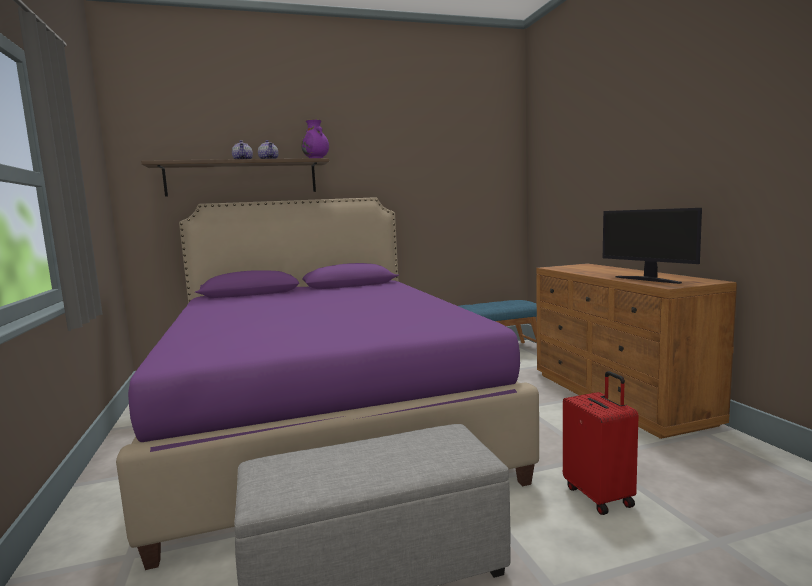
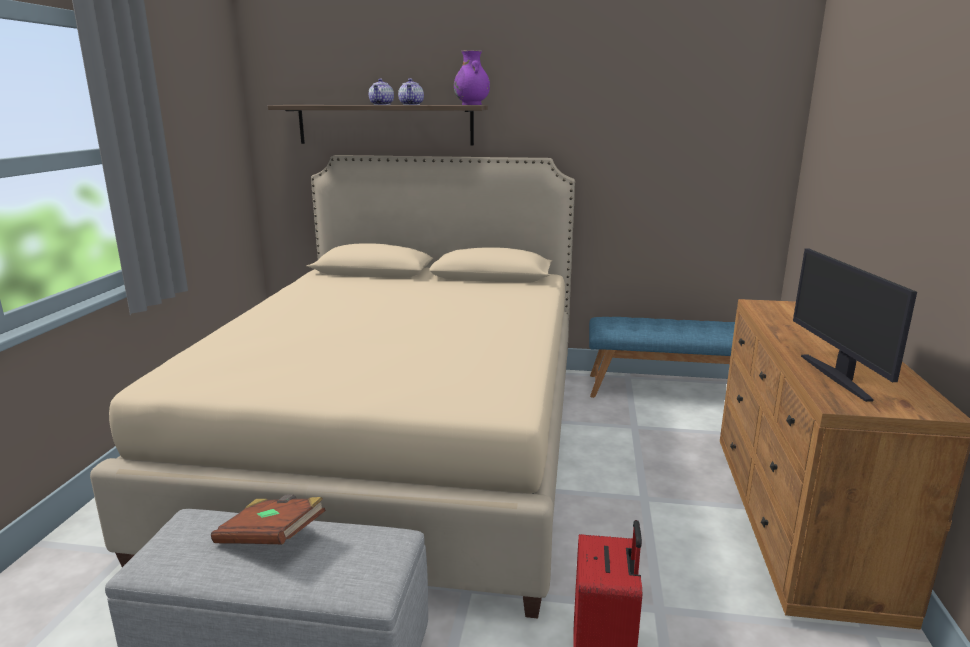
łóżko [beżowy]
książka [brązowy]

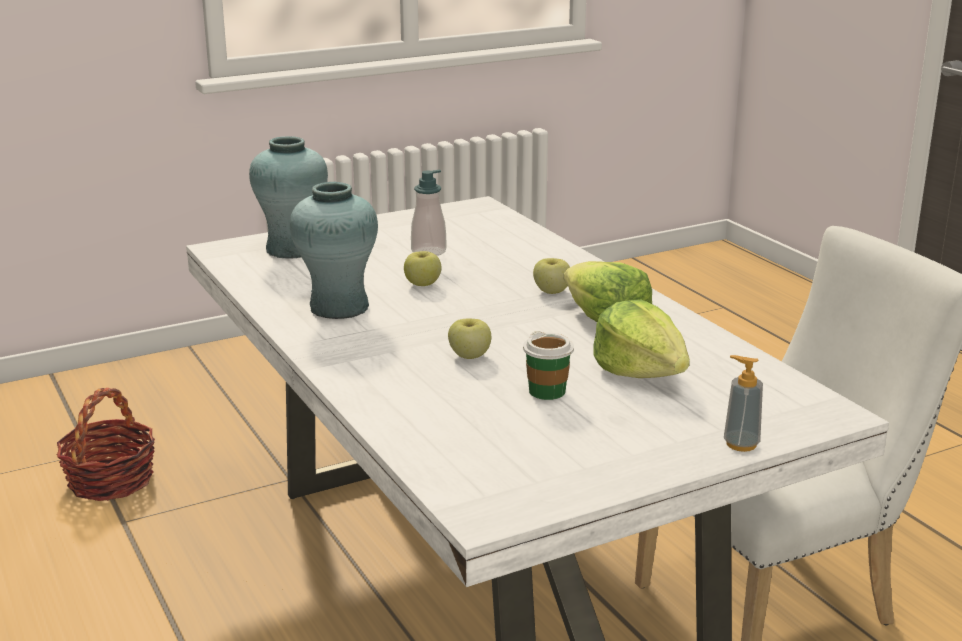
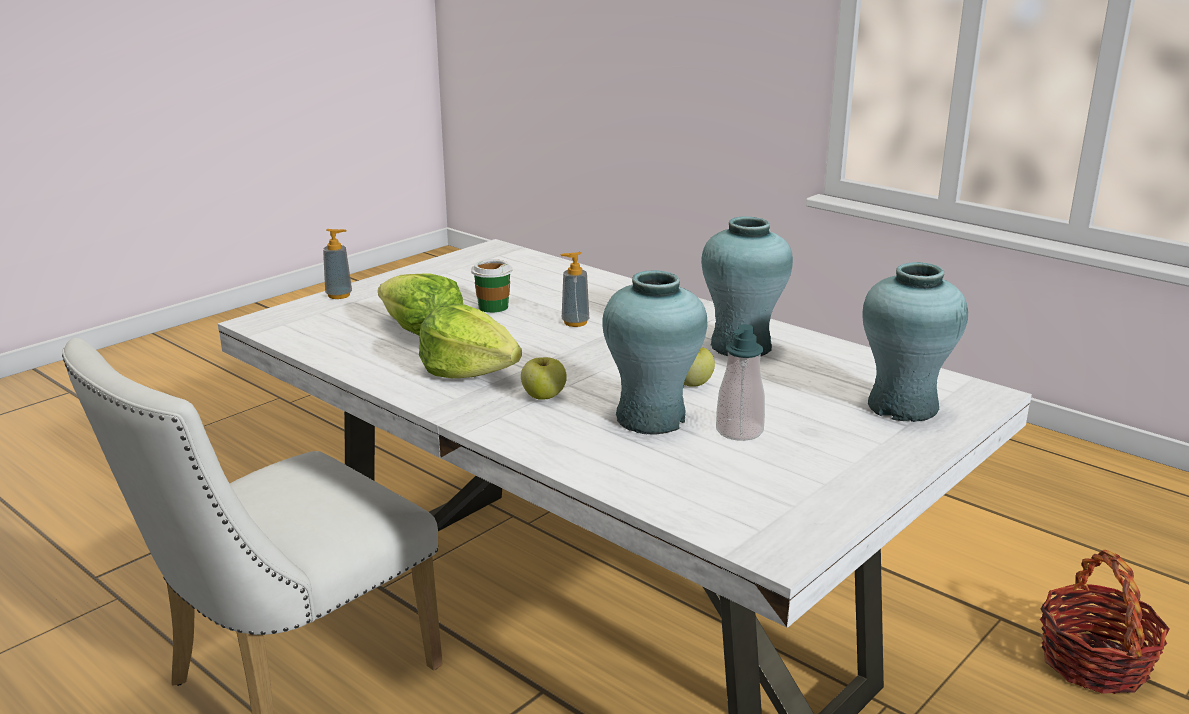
dozownik mydła (no. 2 from left)
wazon [turkusowy] (no. 1 from left)

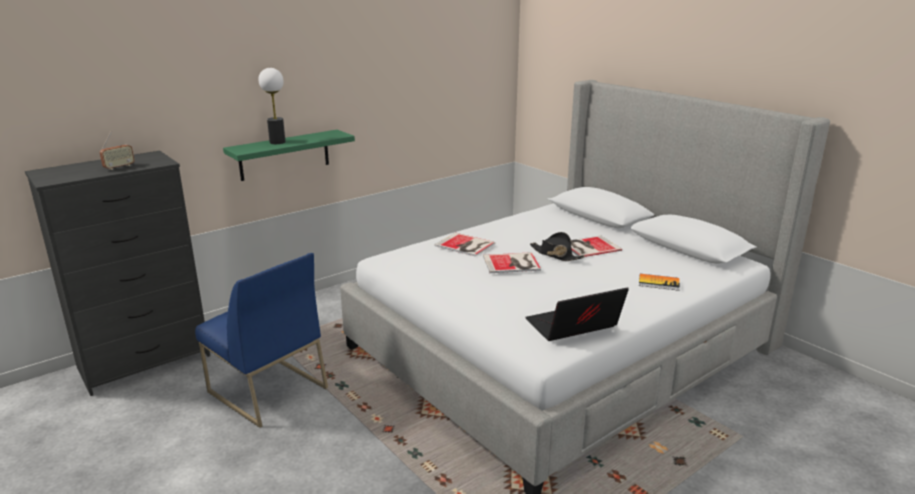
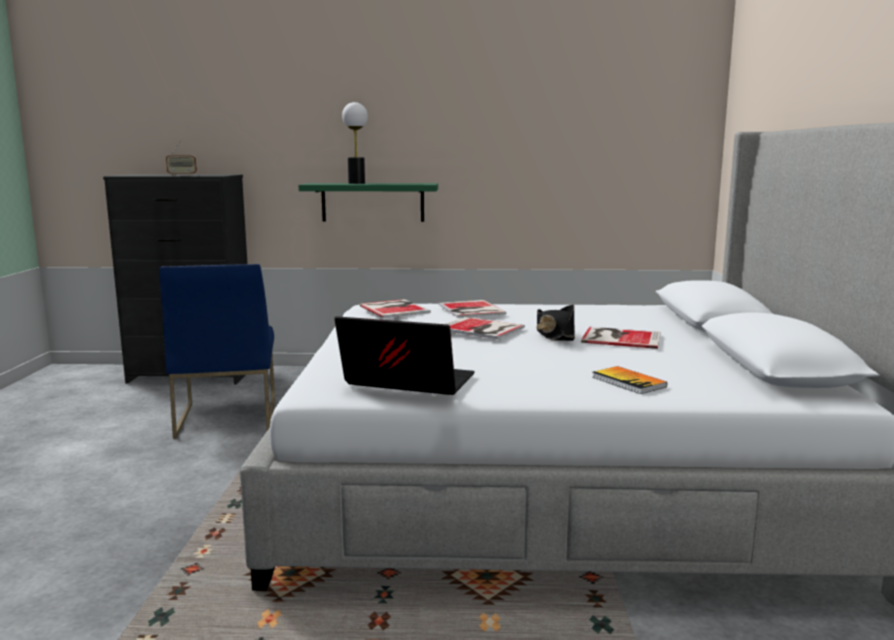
książka (no. 1 from left)

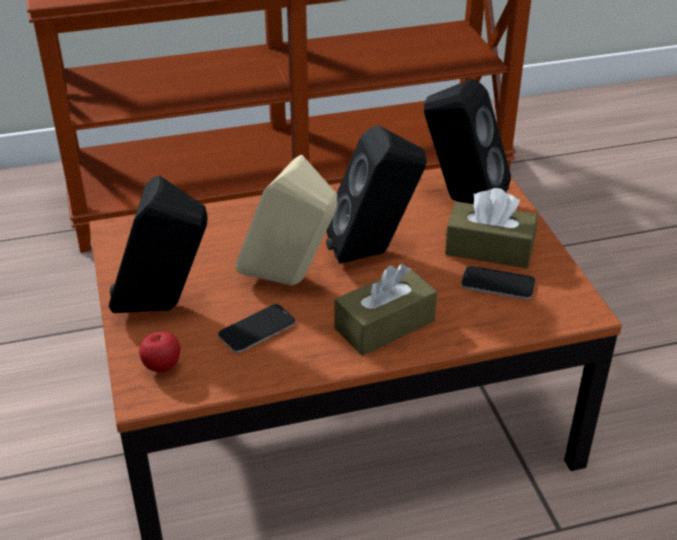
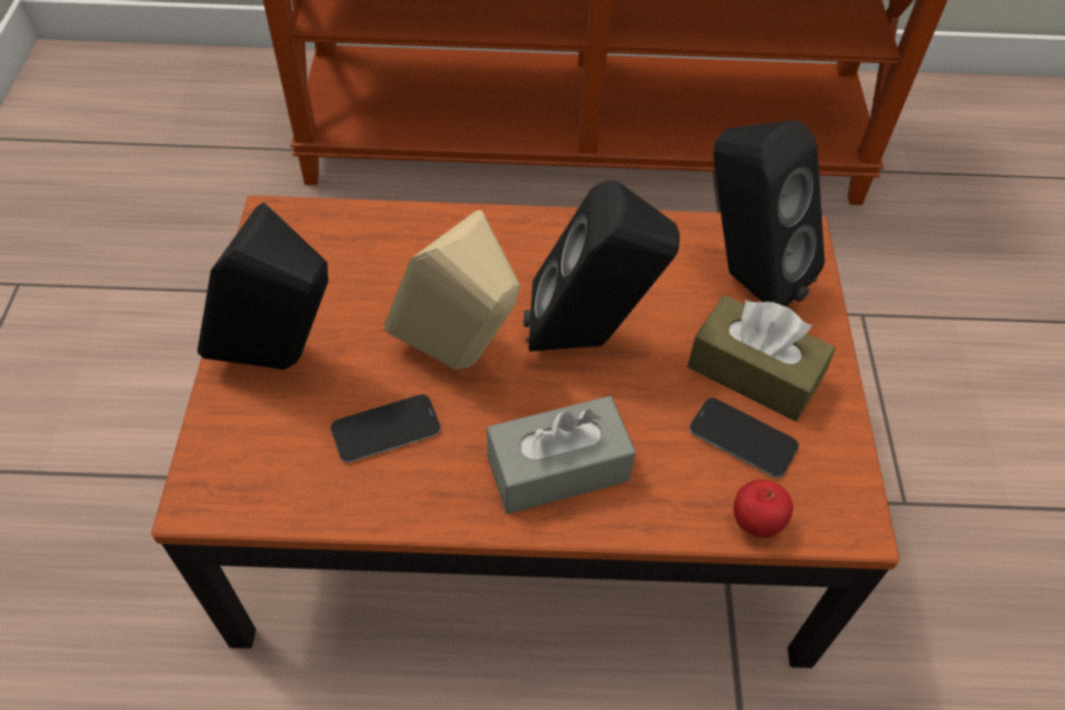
pudełko chusteczek [szary]
jabłko

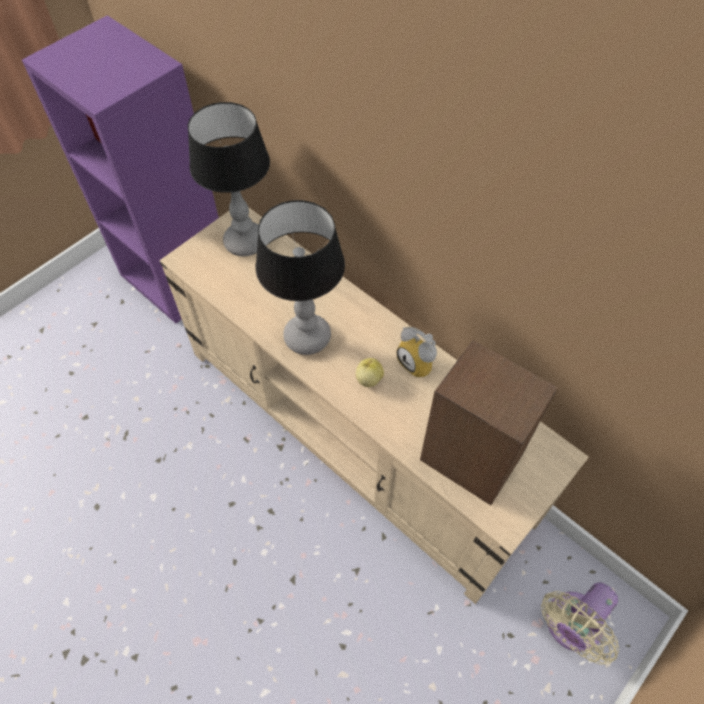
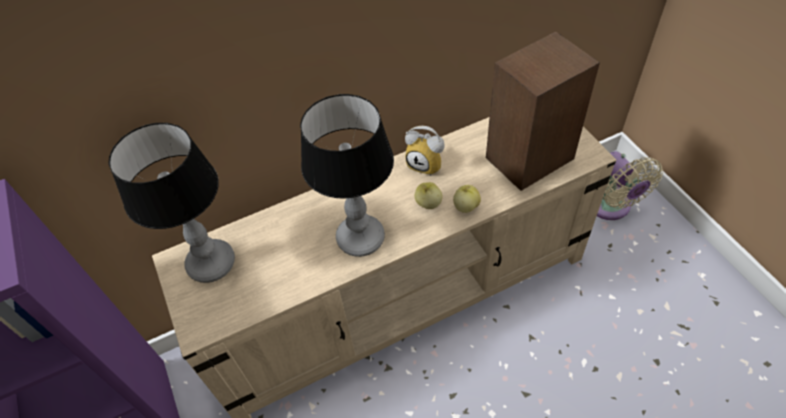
budzik
jabłko (no. 2 from left)

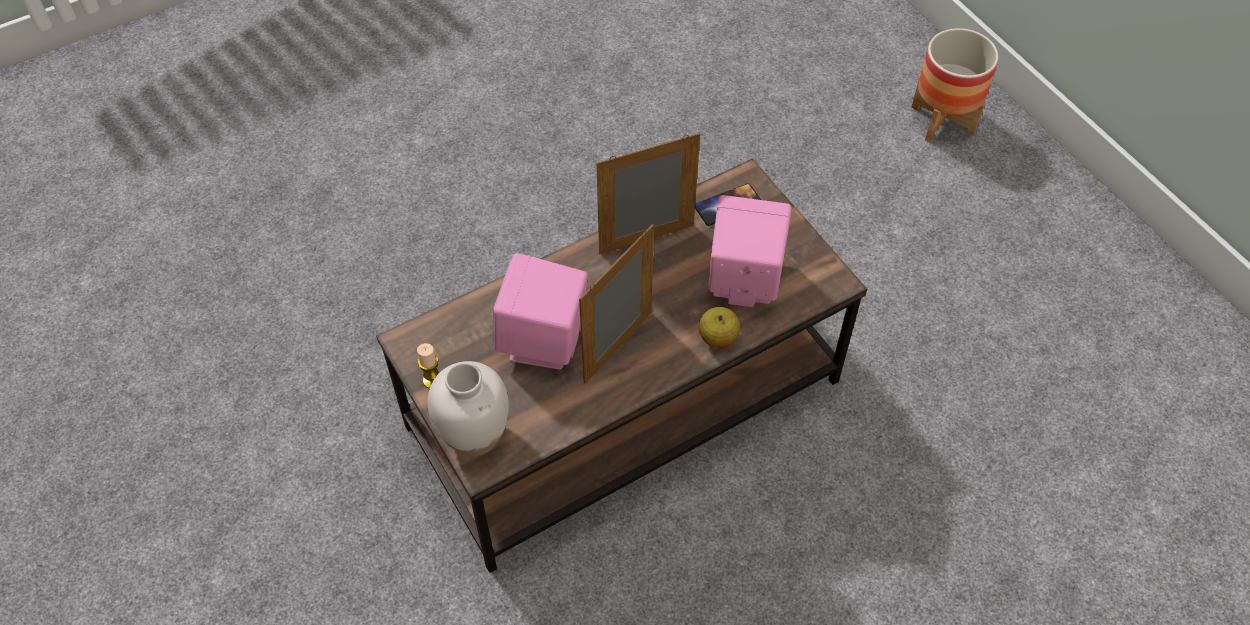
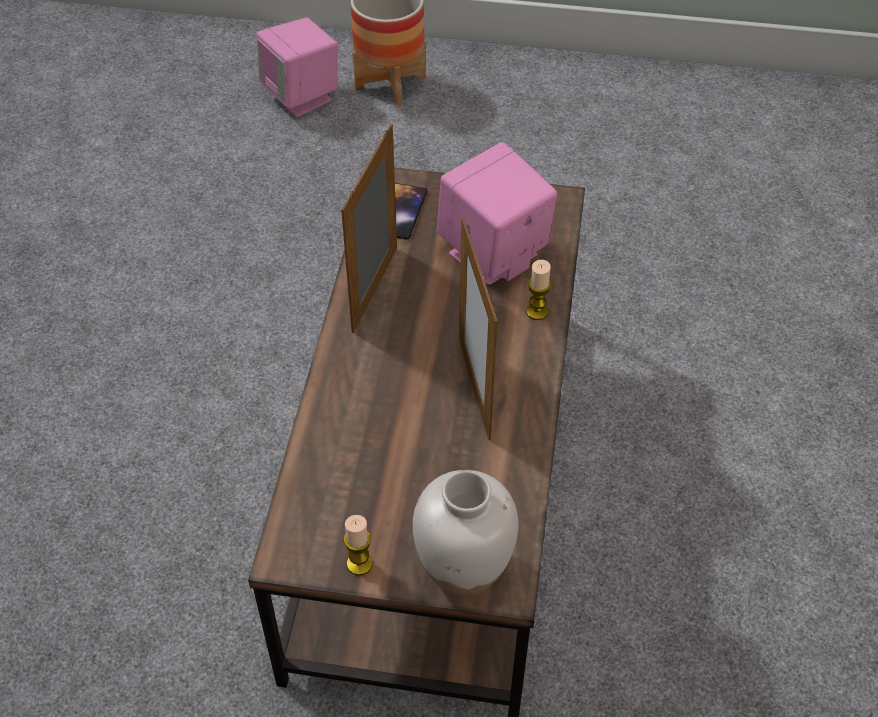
głośnik [różowy] (no. 1 from left)
świeca (no. 2 from left)

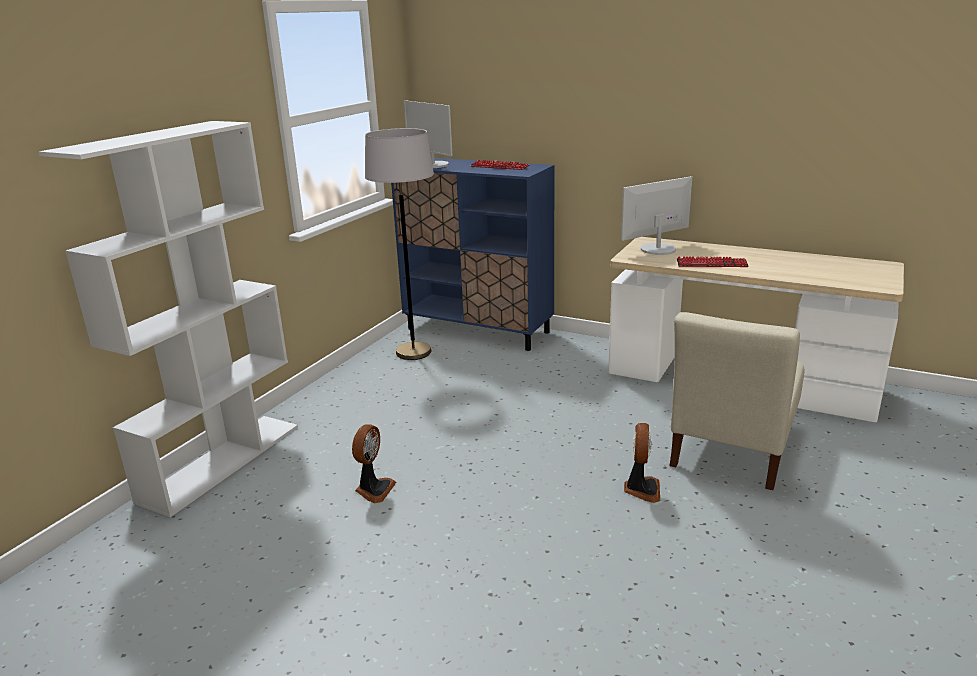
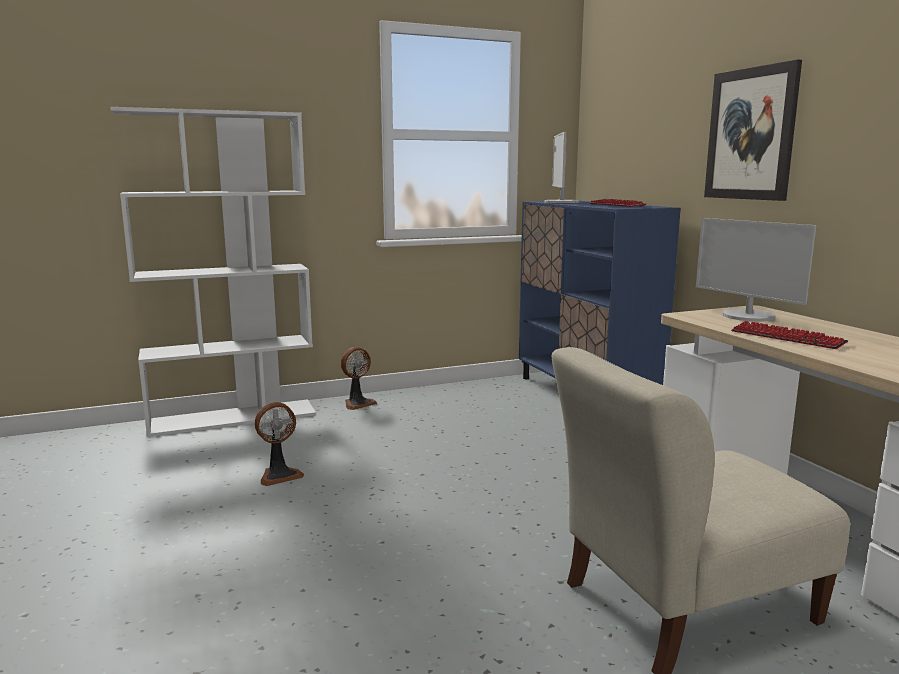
wentylator (no. 2 from left)
monitor (no. 2 from left)
obraz
lampa stojąca [szary]

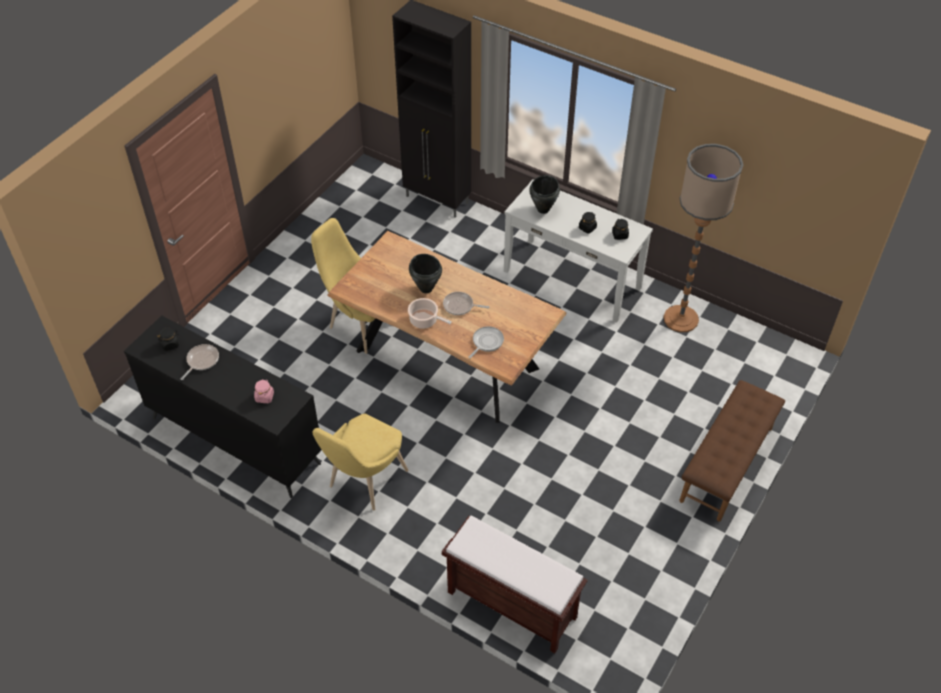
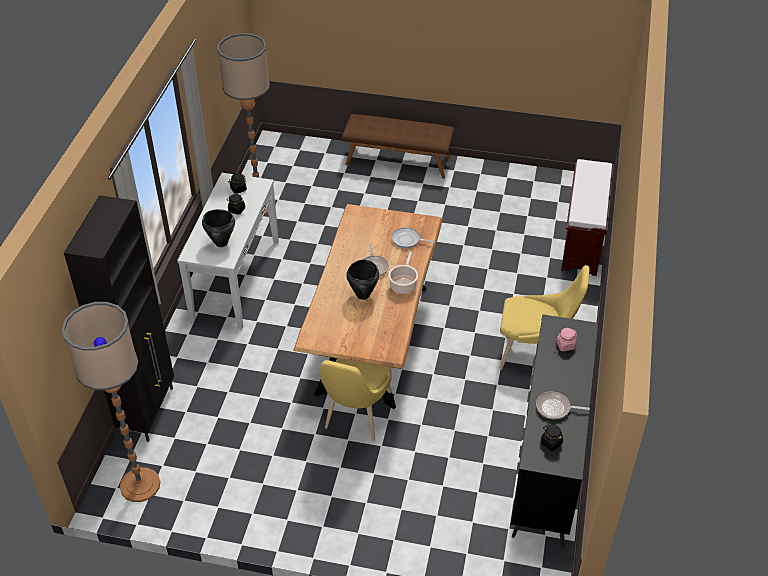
lampa stojąca (no. 1 from left)

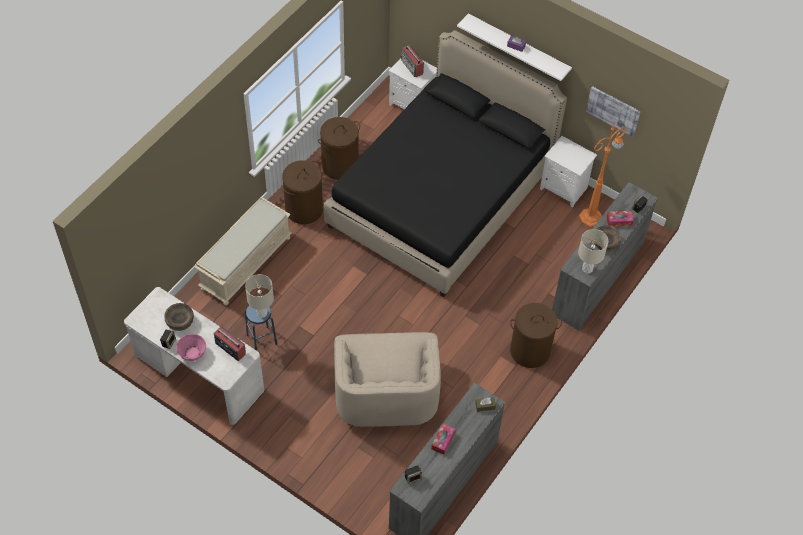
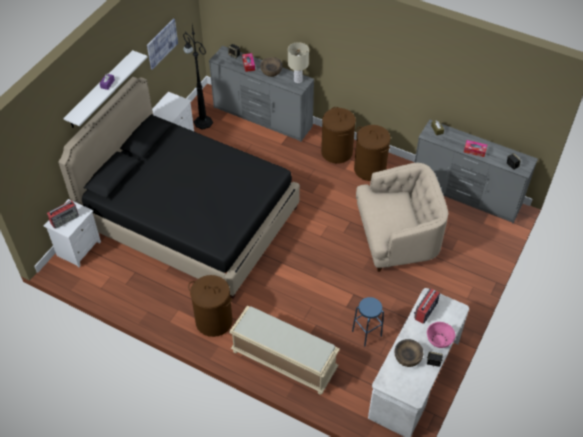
lampa stojąca [czarny]
kosz na pranie [brązowy] (no. 3 from left)
lampa stołowa [beżowy] (no. 1 from left in the first image)

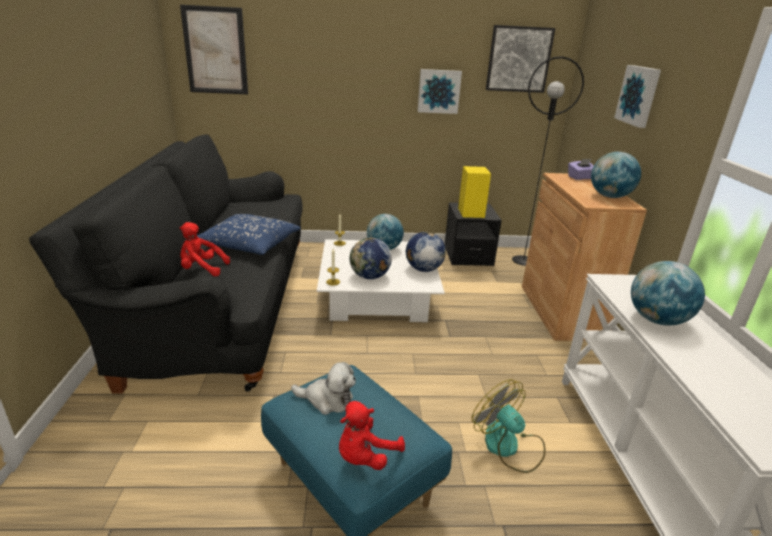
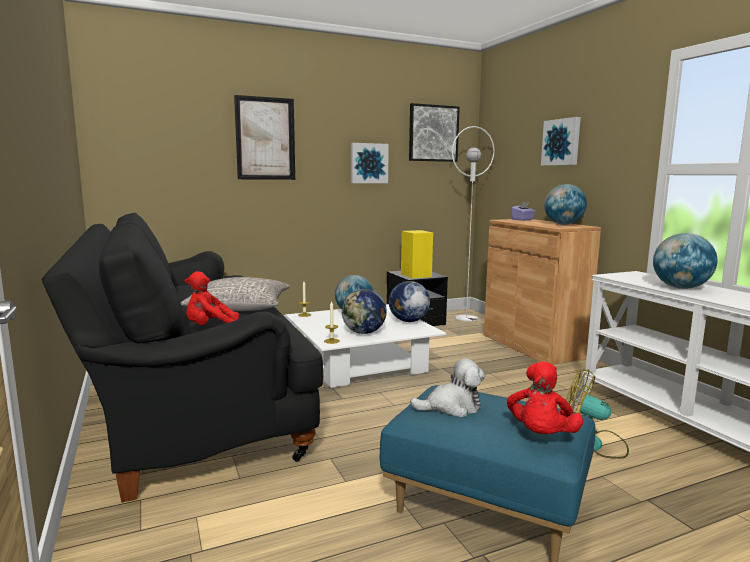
poduszka [szary]
obraz (no. 1 from left)
lampa stojąca [biały]

